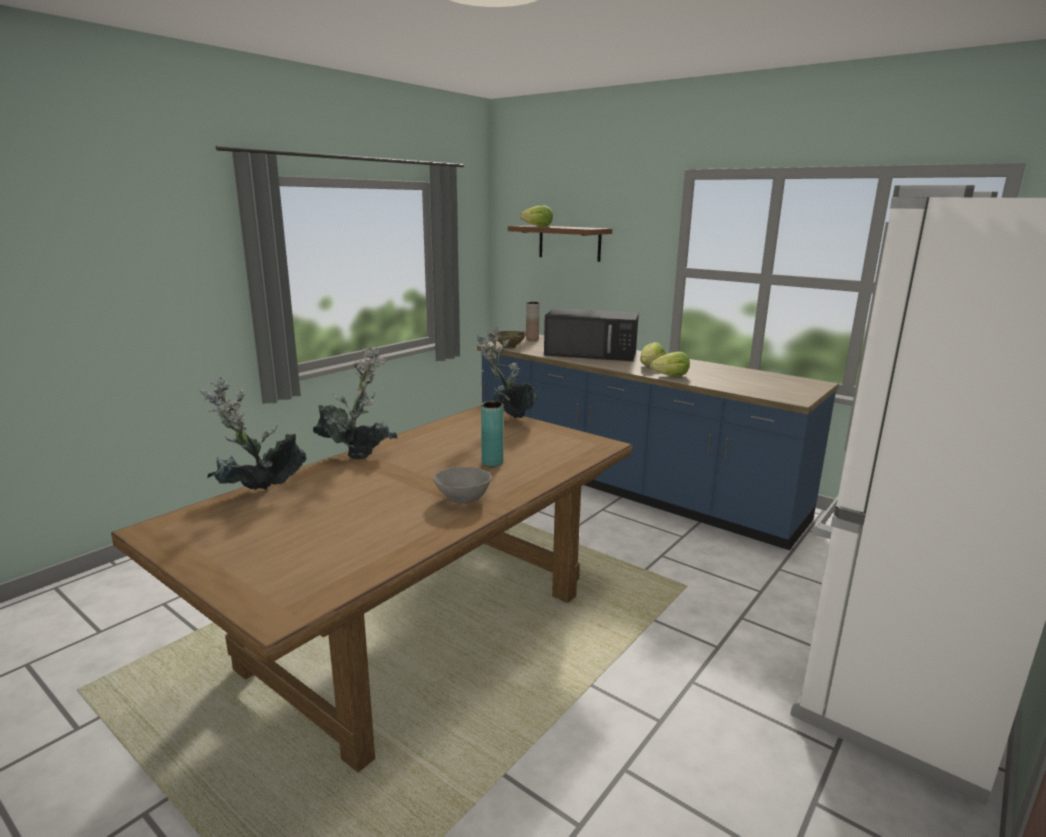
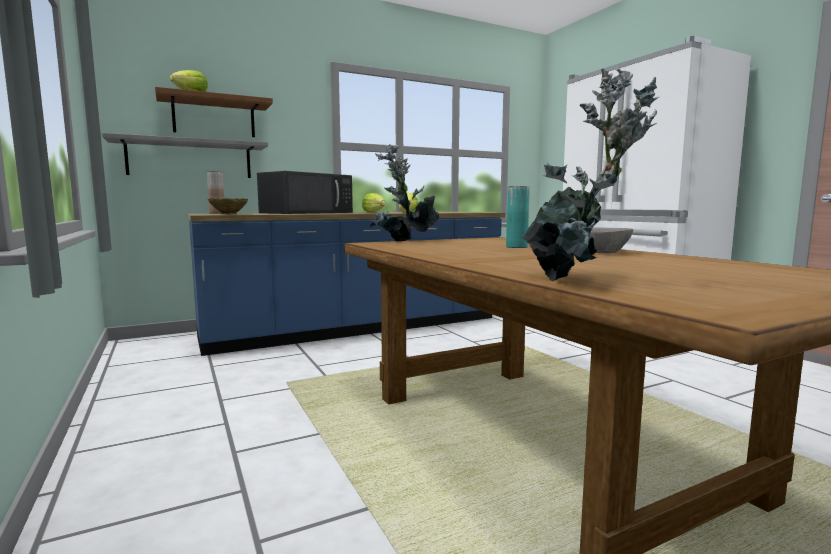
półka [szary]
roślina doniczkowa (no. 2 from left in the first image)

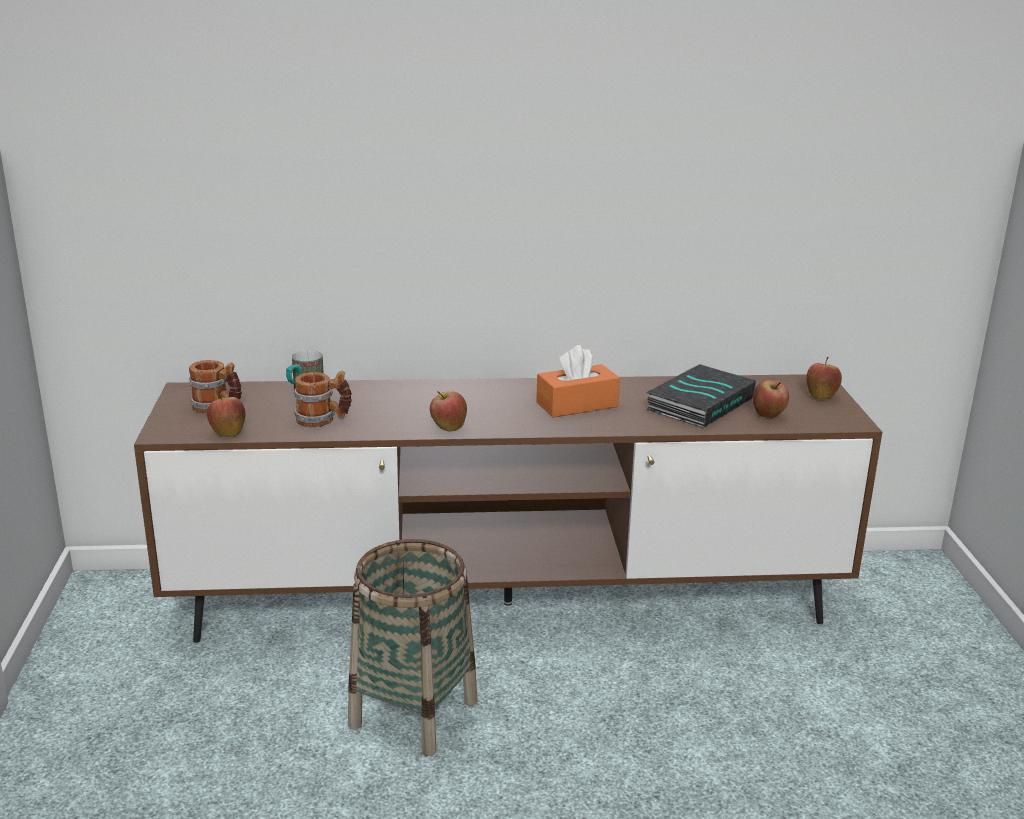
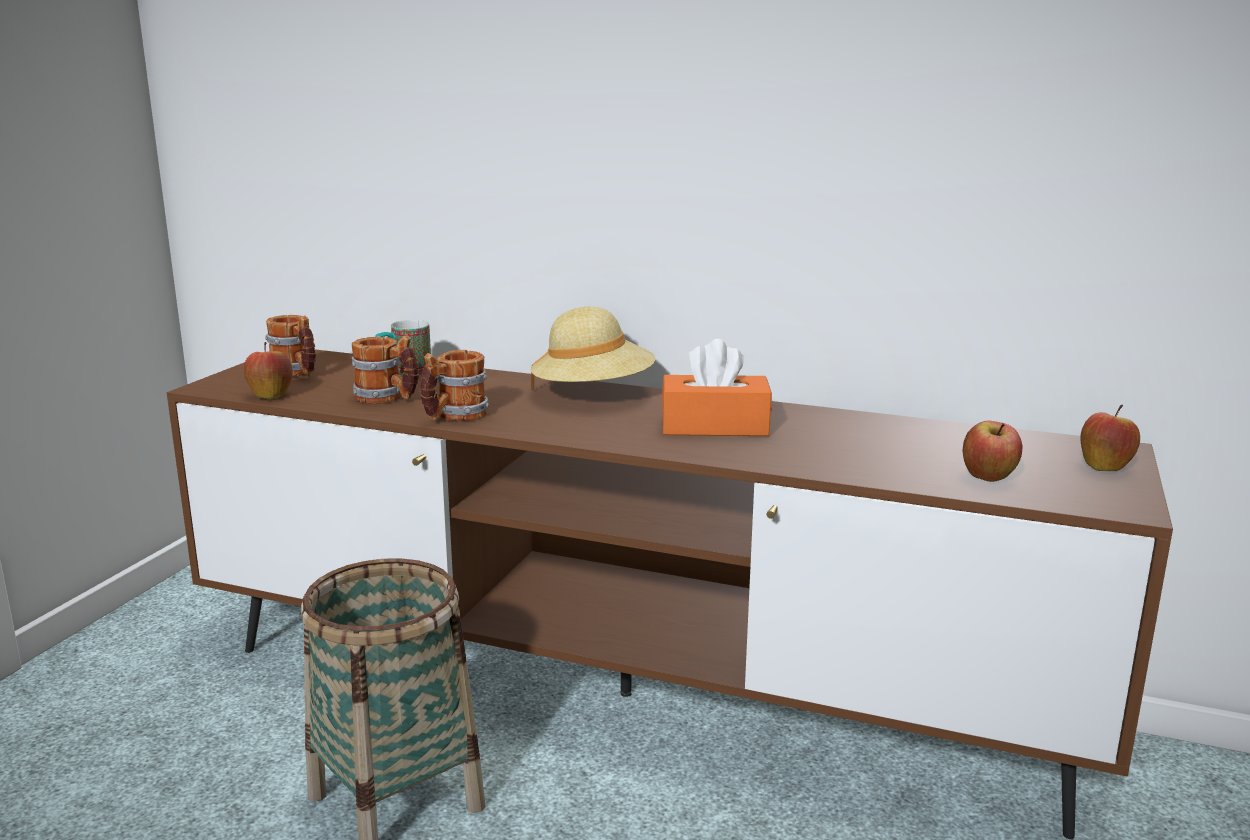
kubek (no. 4 from left)
kapelusz [beżowy]
jabłko (no. 2 from left in the first image)
książka

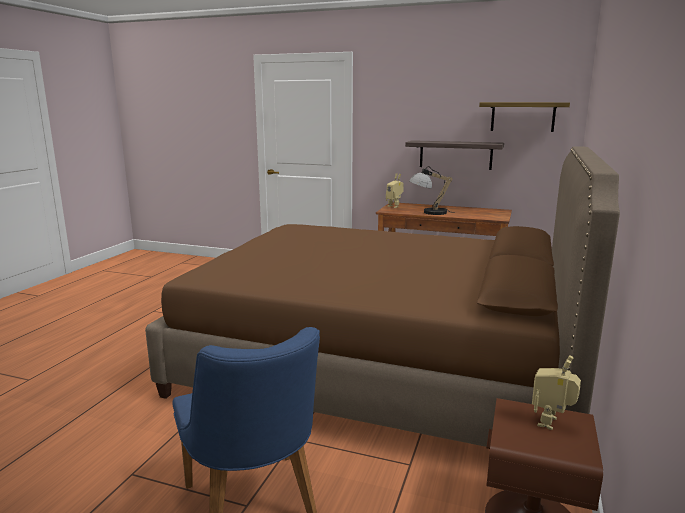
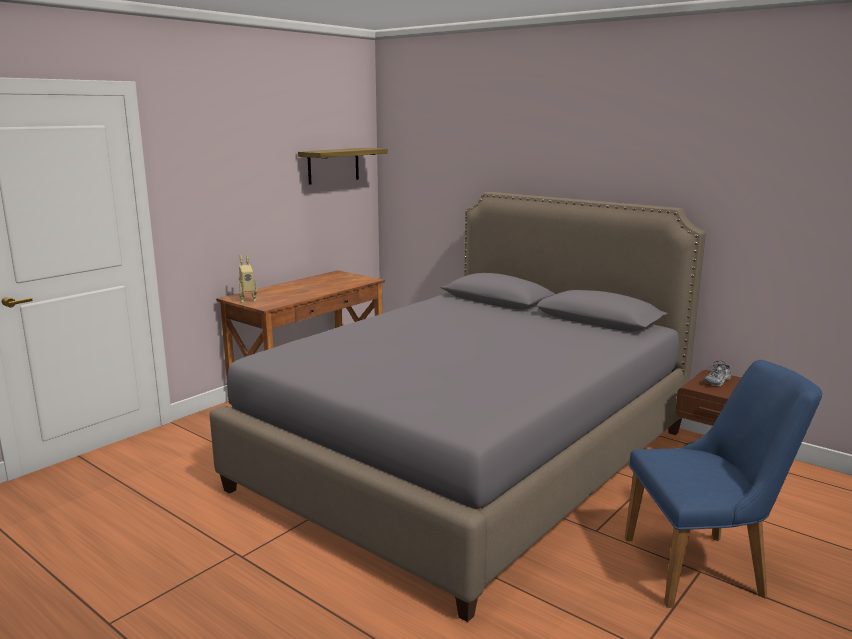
łóżko [szary]
but
półka (no. 1 from left in the first image)
lampa stołowa

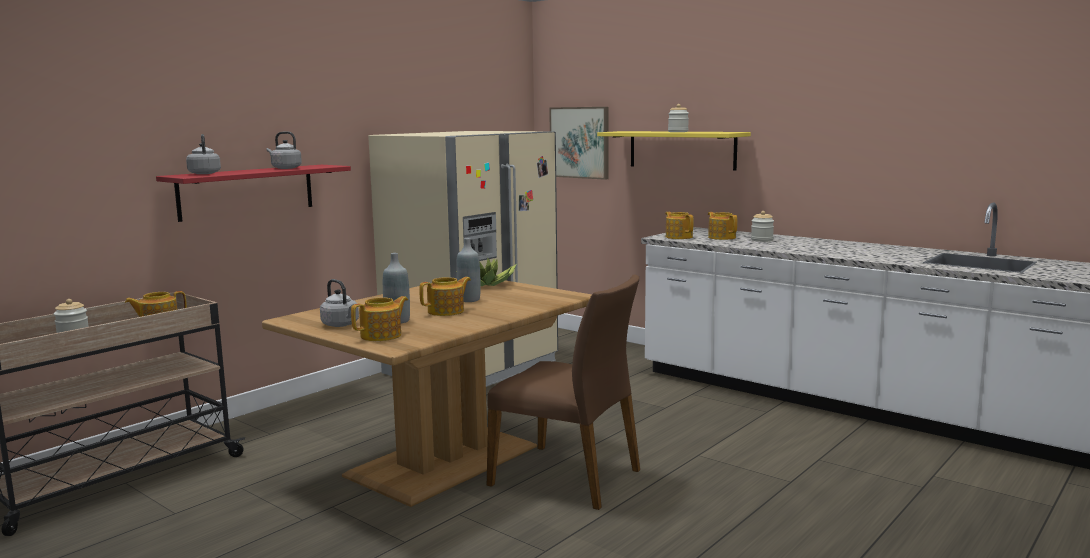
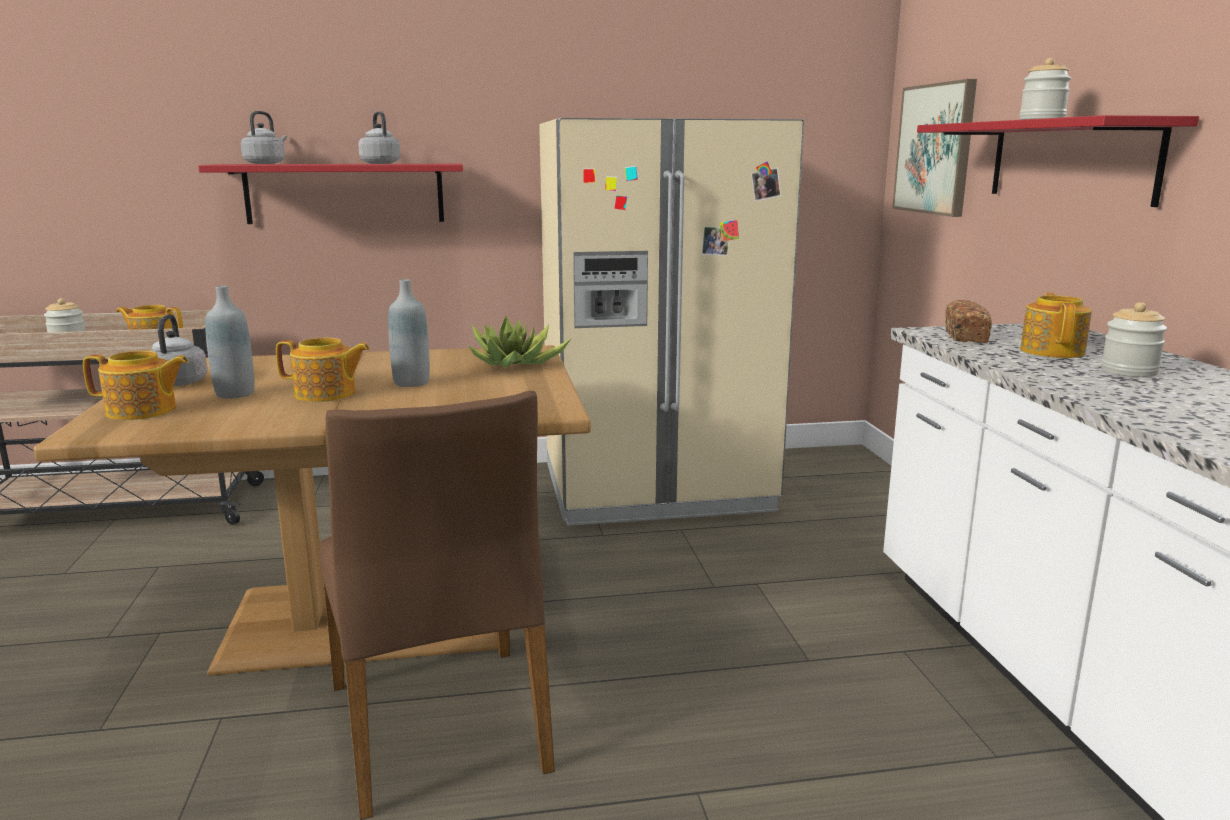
półka [czerwony] (no. 2 from left)
chleb

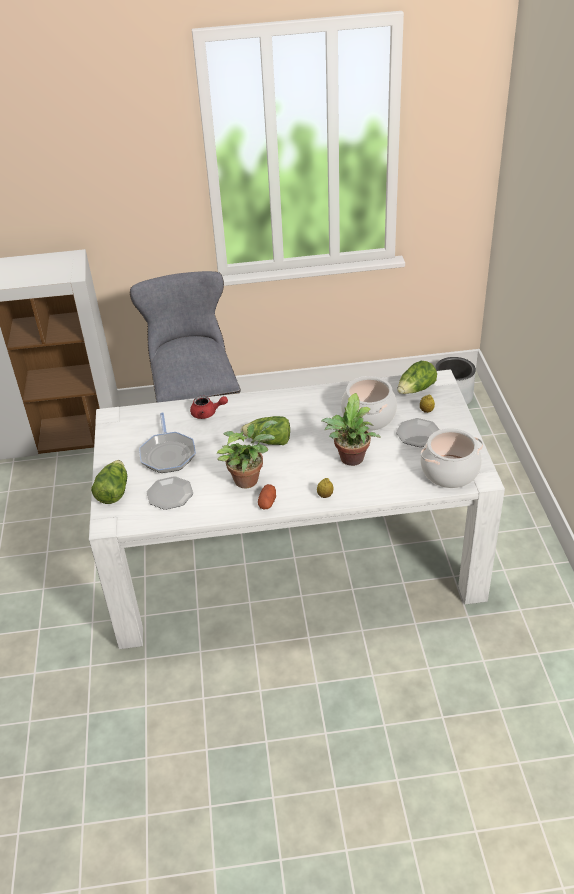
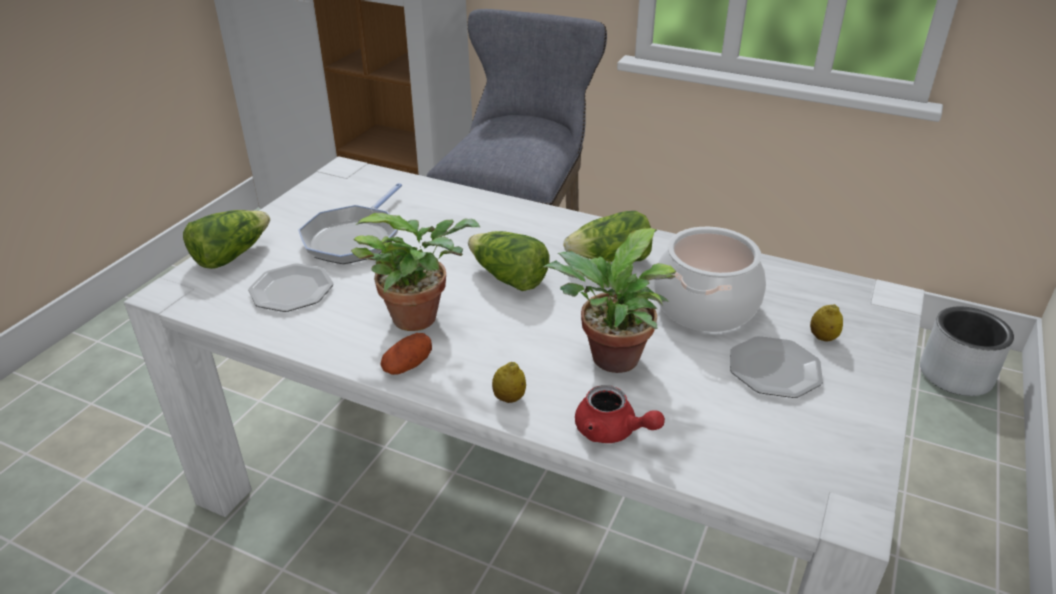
sałata (no. 3 from left)
imbryk [czerwony]
garnek (no. 2 from left in the first image)

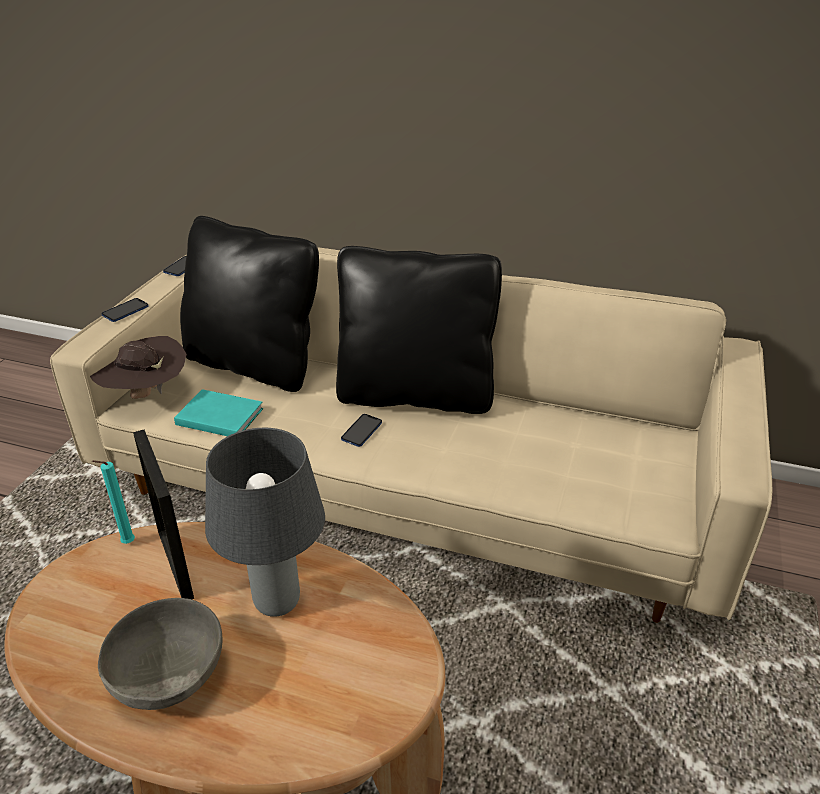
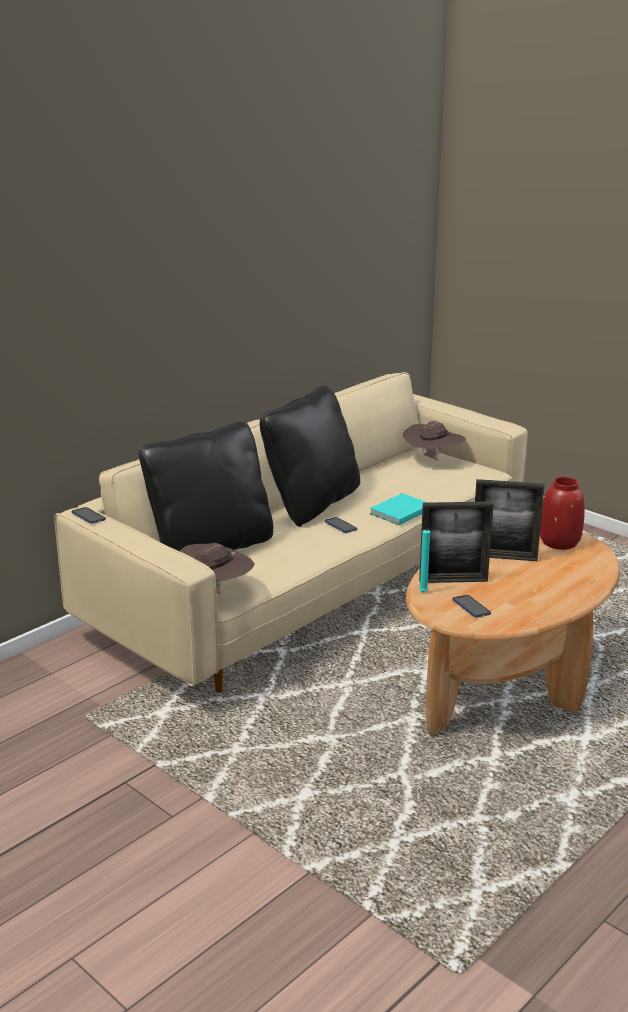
książka [turkusowy]
kapelusz [brązowy] (no. 2 from left)
telefon (no. 3 from left)
ramka na zdjęcie (no. 2 from left)
wazon [czerwony]
miska [szary]

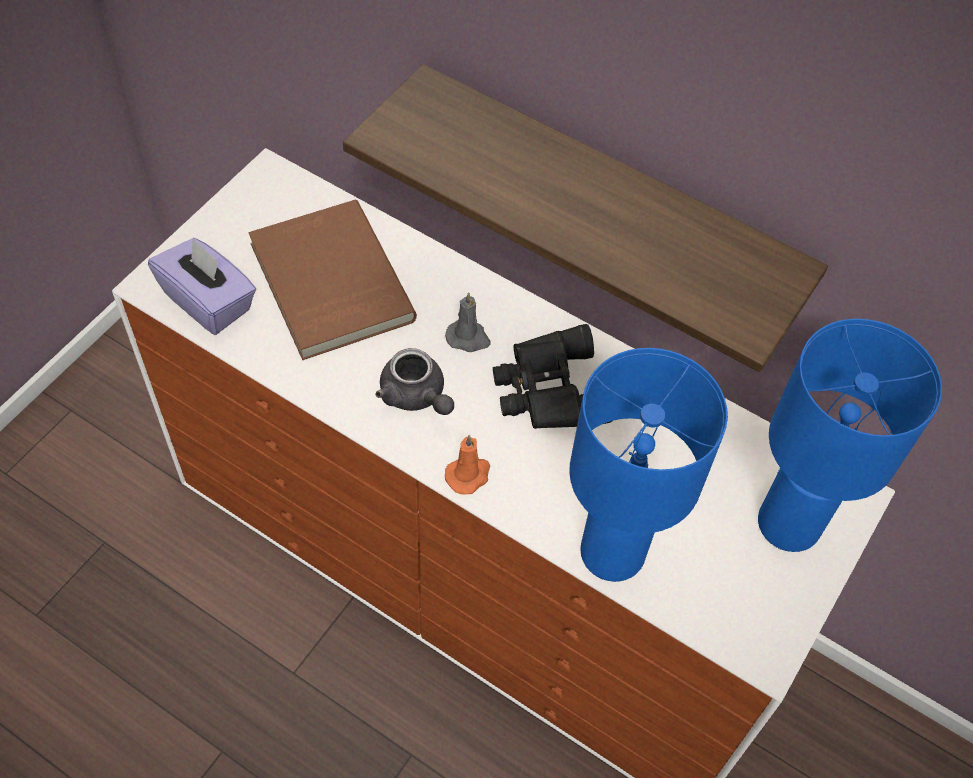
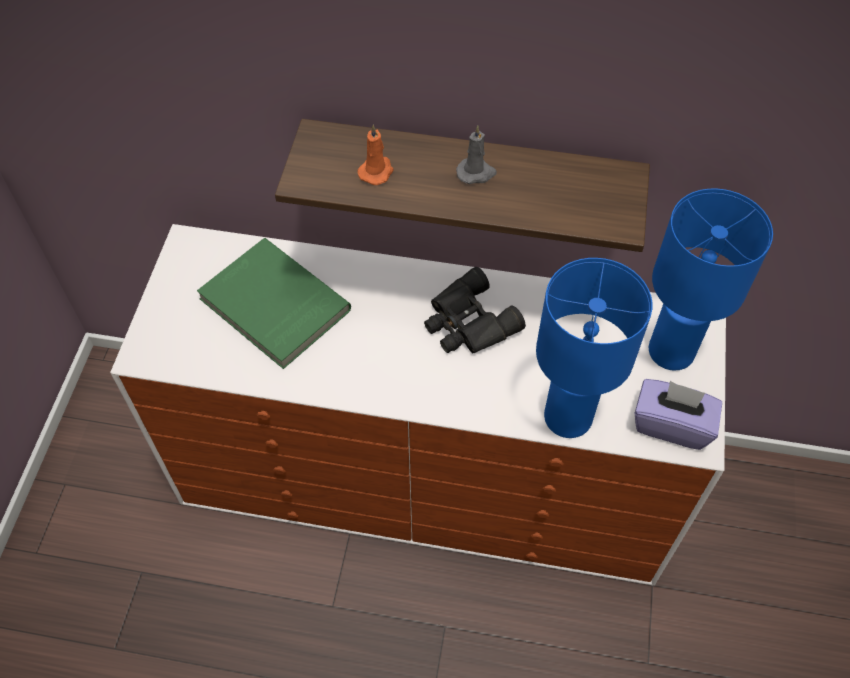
książka [zielony]
świeca [pomarańczowy]
świeca [szary]
pudełko chusteczek [fioletowy]
imbryk [szary]

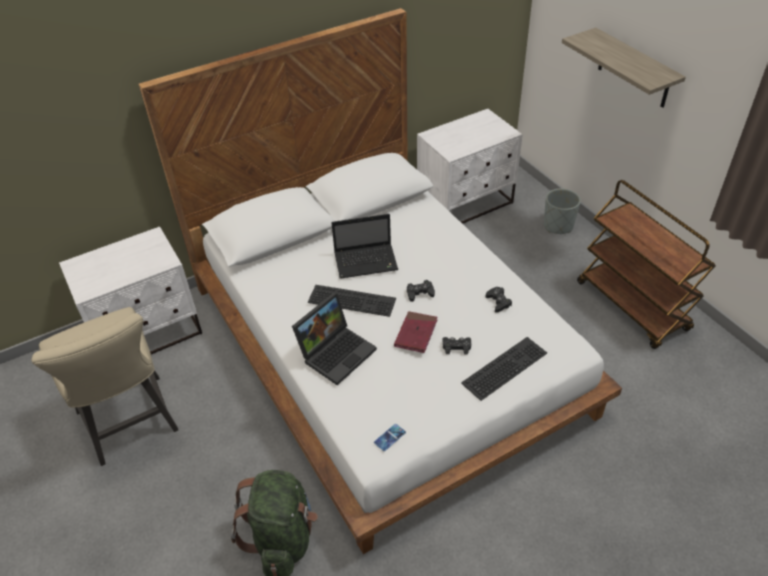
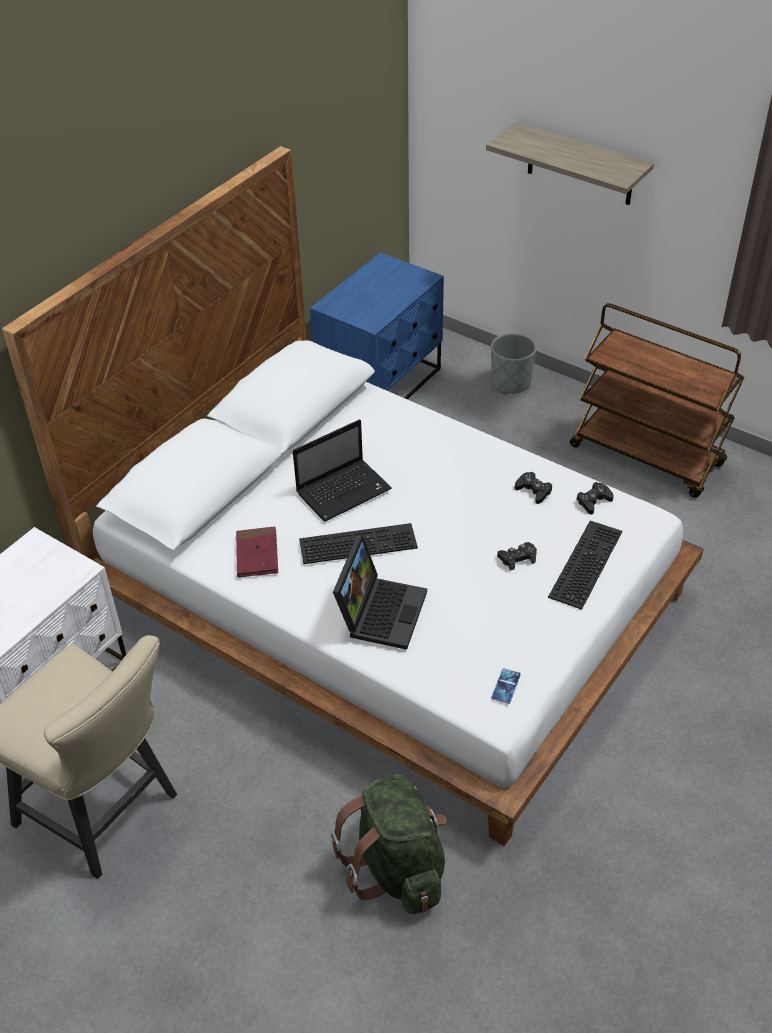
książka [czerwony]
szafka nocna [niebieski]
pad do gier [czarny] (no. 3 from left)

